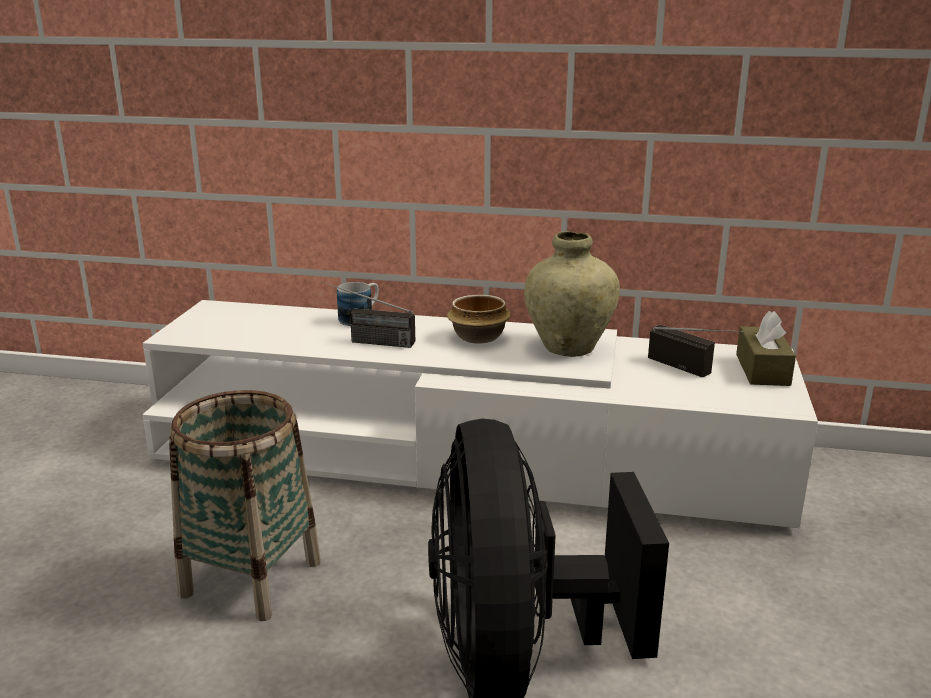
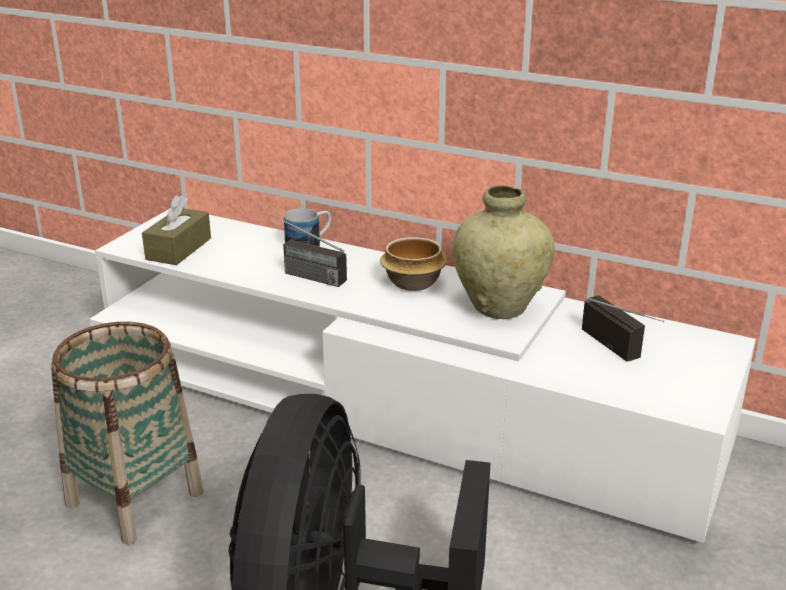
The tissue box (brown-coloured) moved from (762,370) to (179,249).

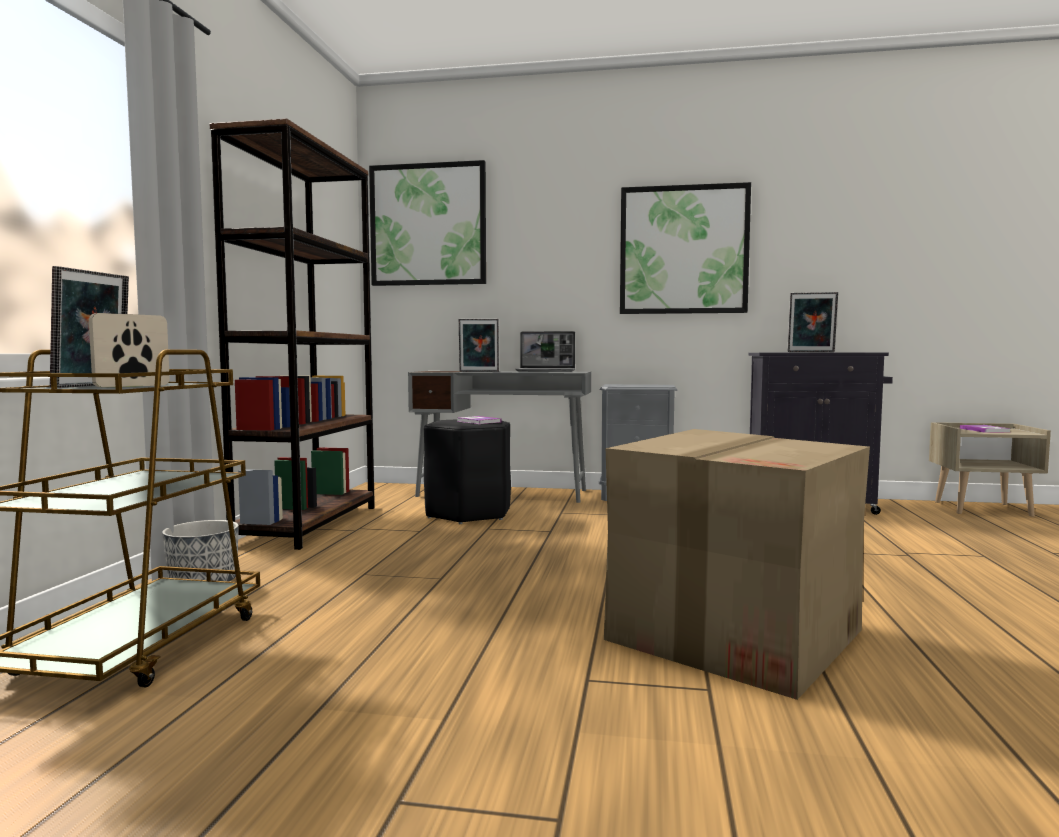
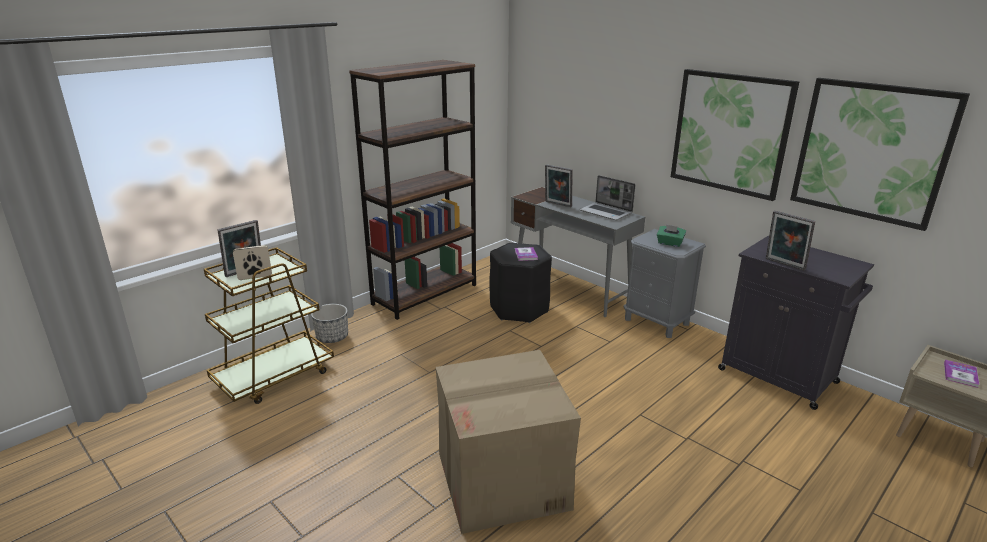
The tissue box (greenish) at (669,243) appeared.
The picture moved from (428,225) to (871,151).

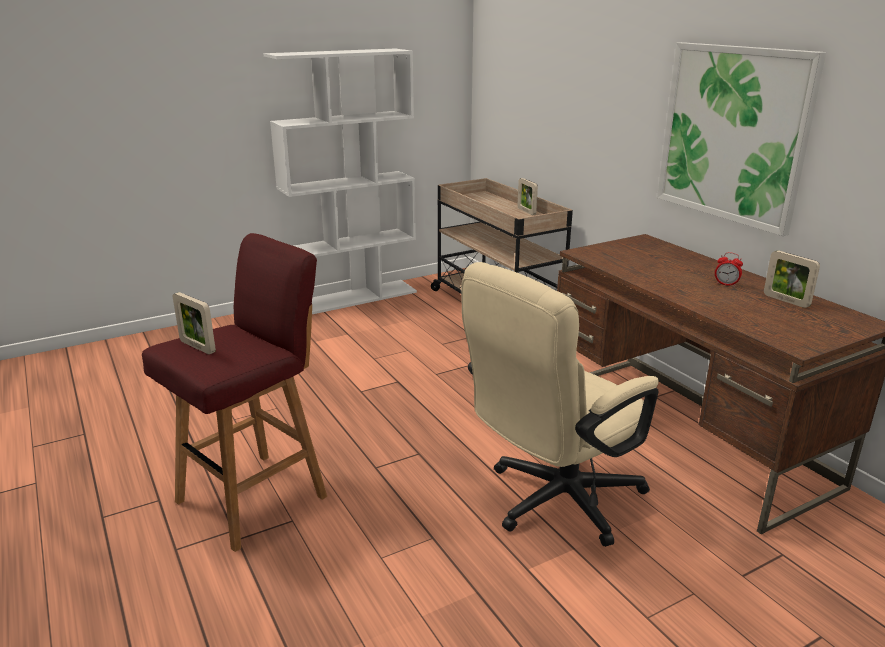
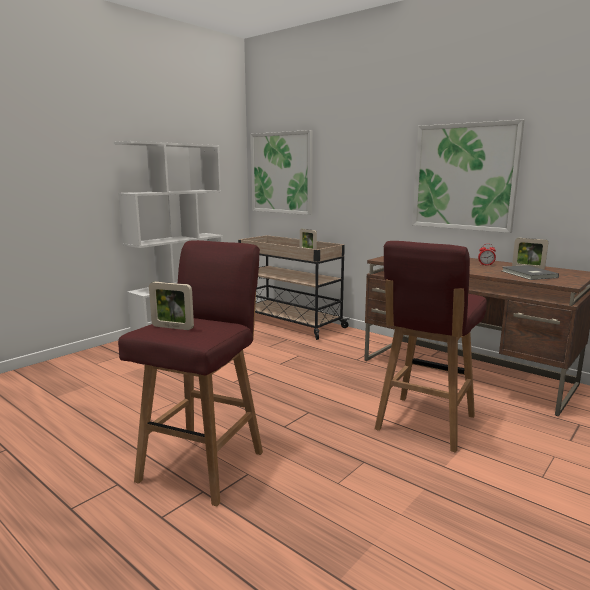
The picture at (281,173) appeared.
The office chair (sand-coloured) at (553,502) was replaced by the stool seat (reddish) at (424,423).
The volume (gray) at (528,274) appeared.

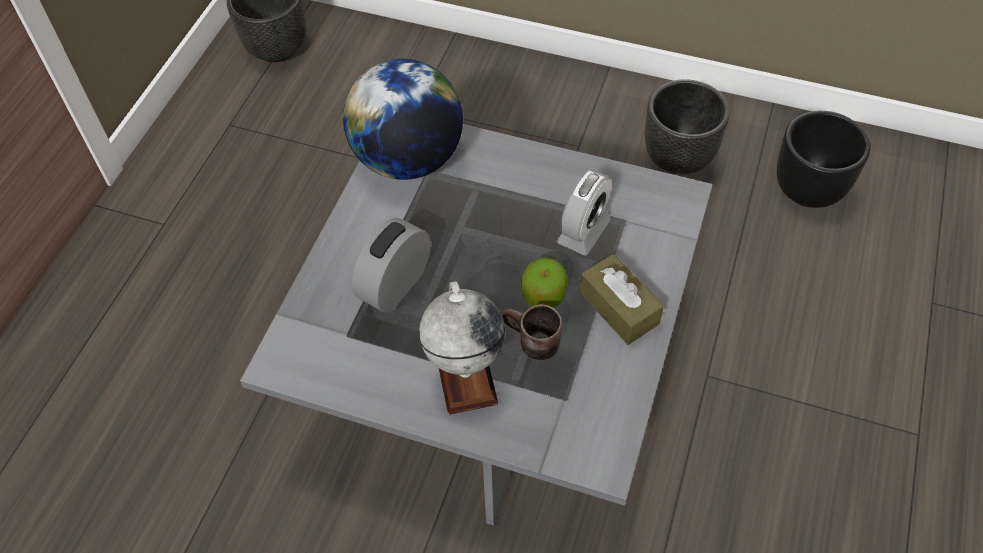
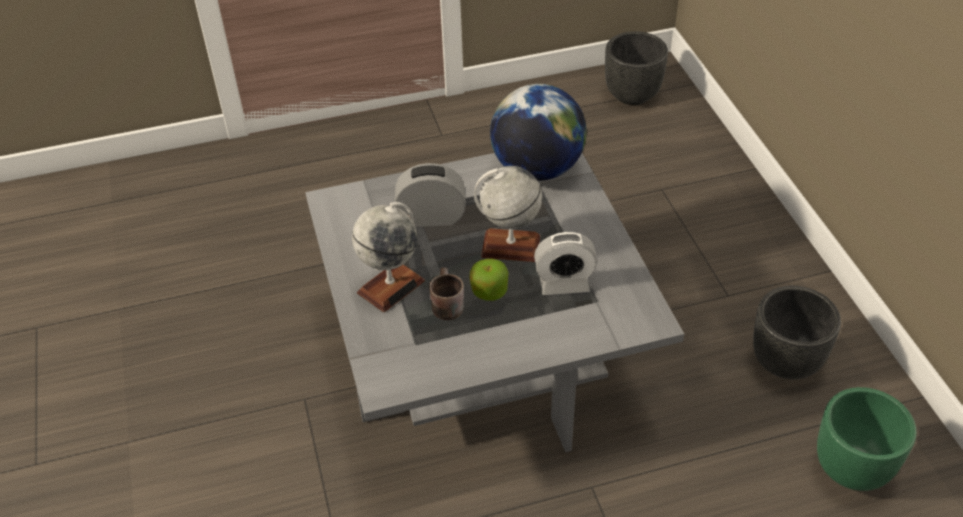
The desk globe at (510,246) appeared.
The plant pot (black) at (809,190) became the plant pot (greenish) at (852,469).
The tissue box (brown-coloured) at (619,308) disappeared.

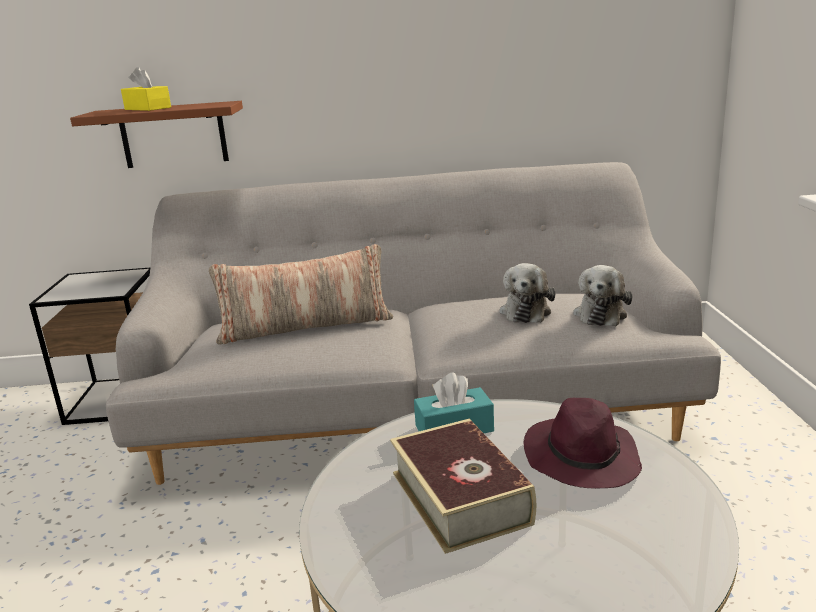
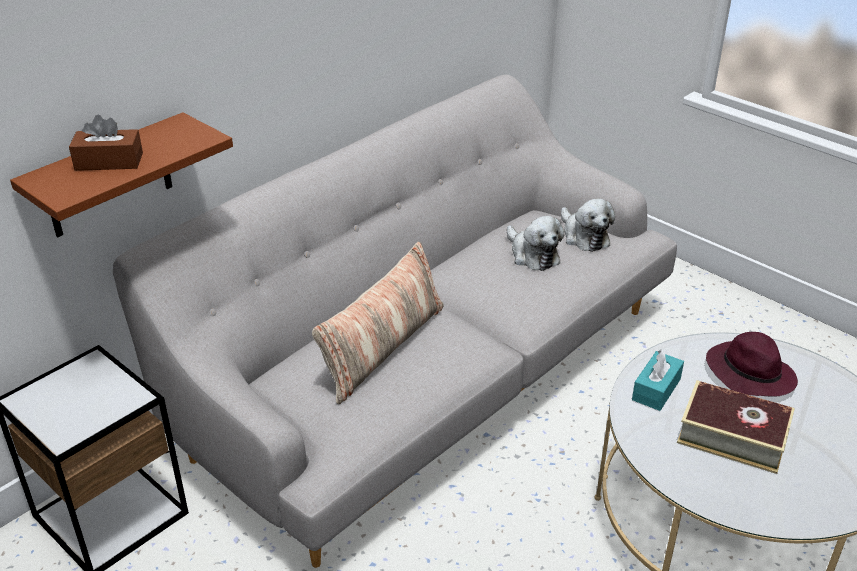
The tissue box (yellow-coloured) at (147,108) became the tissue box (brown-coloured) at (109,161).

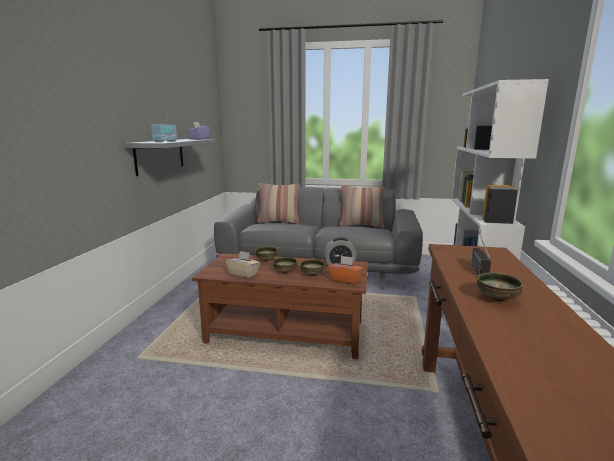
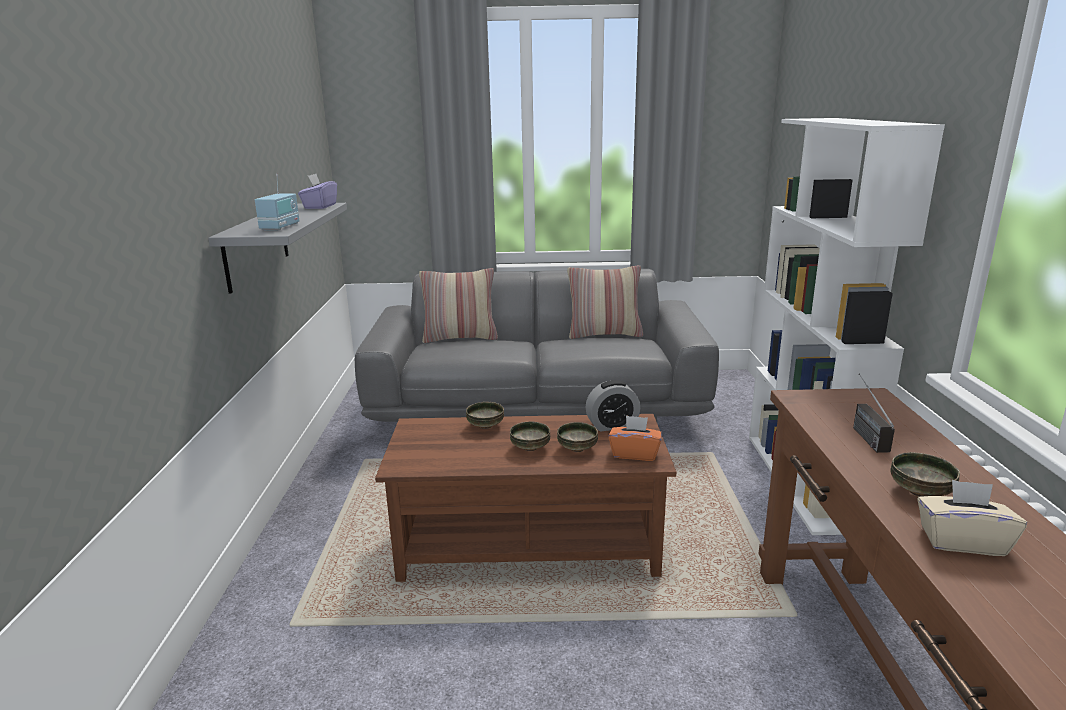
The tissue box (sand-coloured) moved from (243,274) to (961,541).

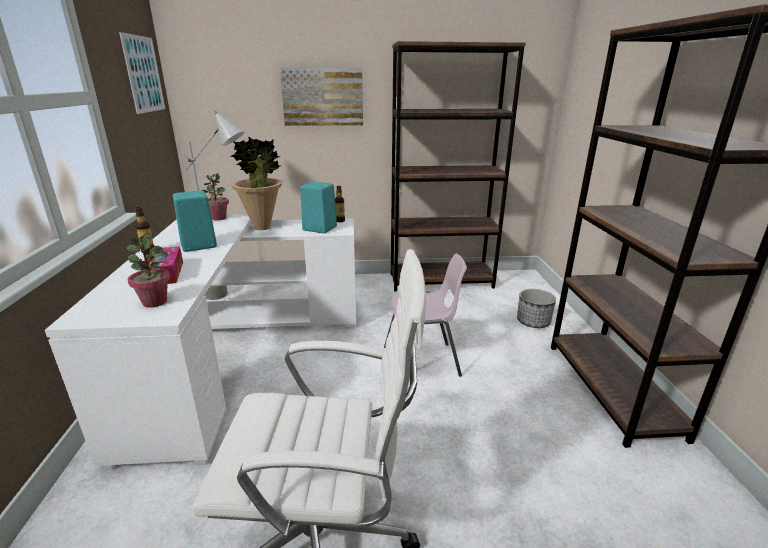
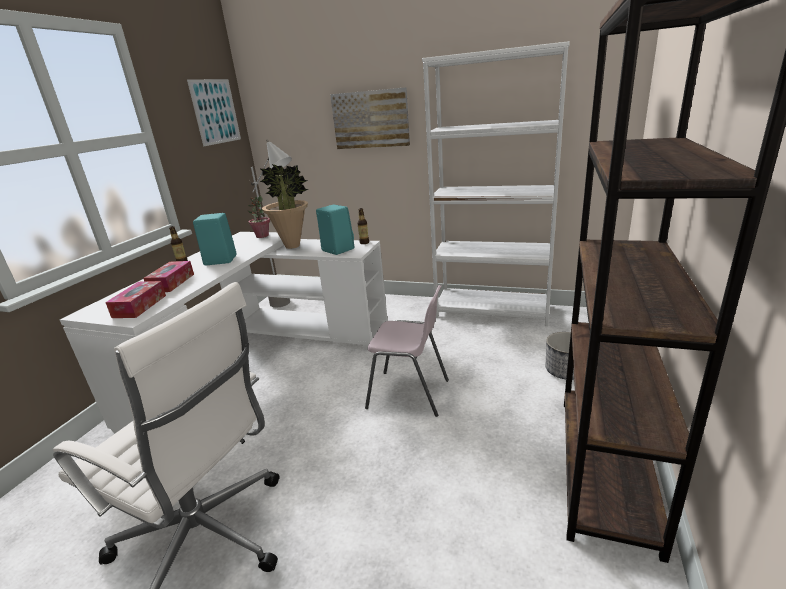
The potted plant at (155,302) was replaced by the tissue box at (140,306).
The bookcase (brown-coloured) at (441,280) became the bookcase (white-coloured) at (492,311).

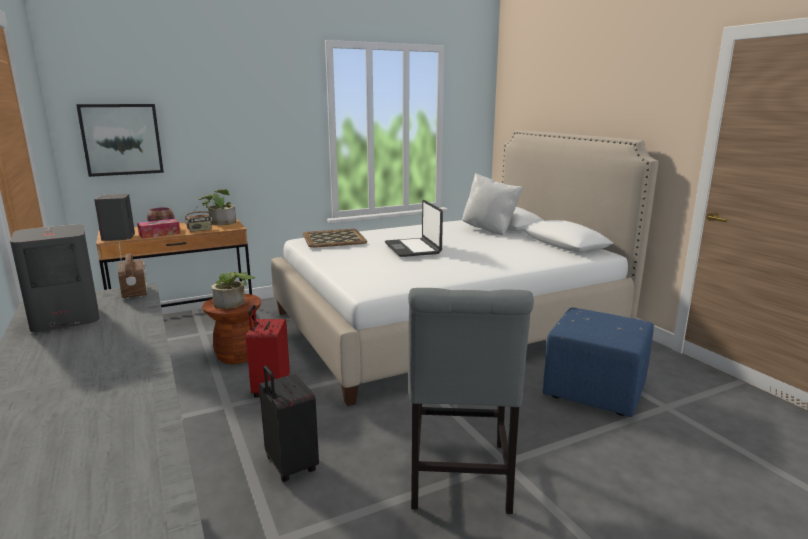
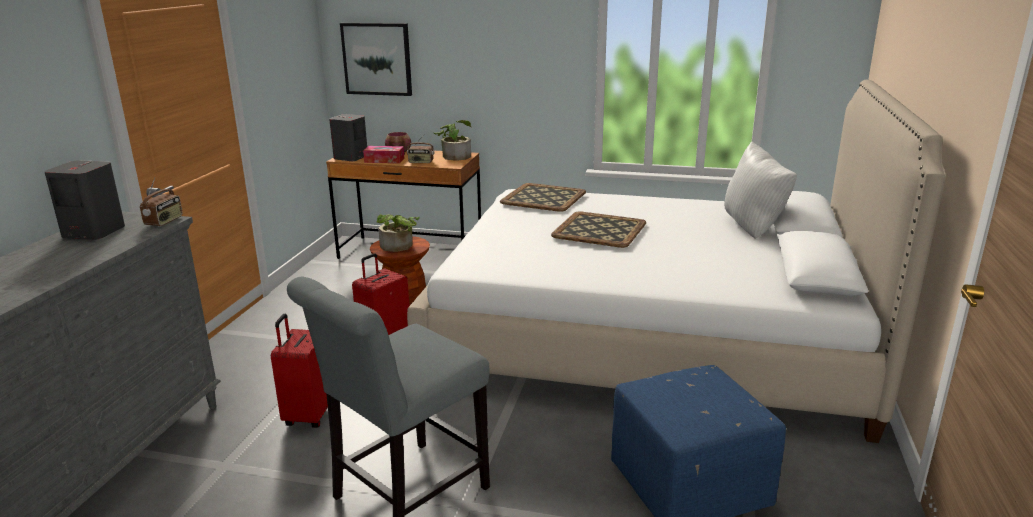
The suitcase (black) at (290,465) became the suitcase (reddish) at (308,415).
The notebook computer at (413,248) was replaced by the tray at (600,230).

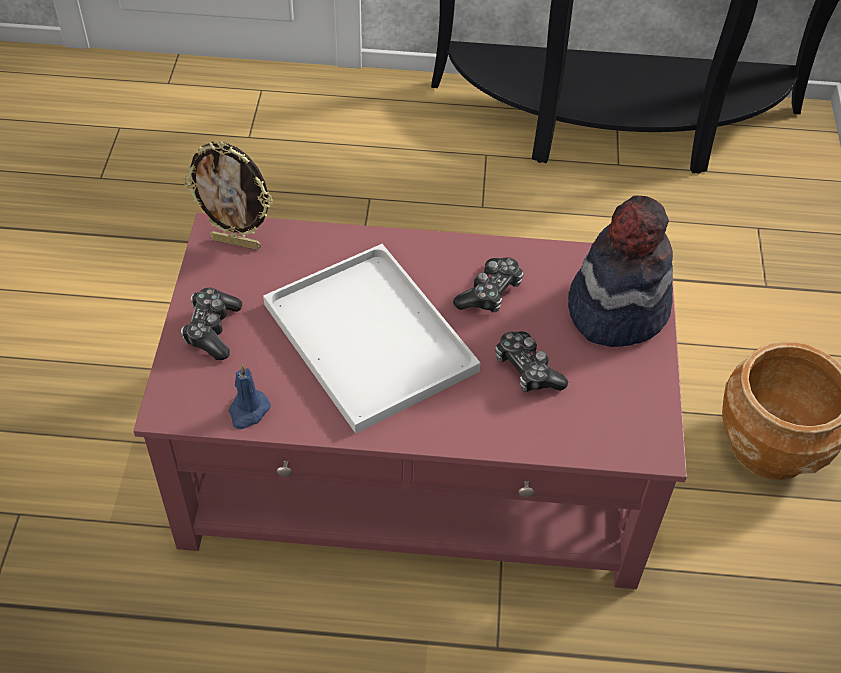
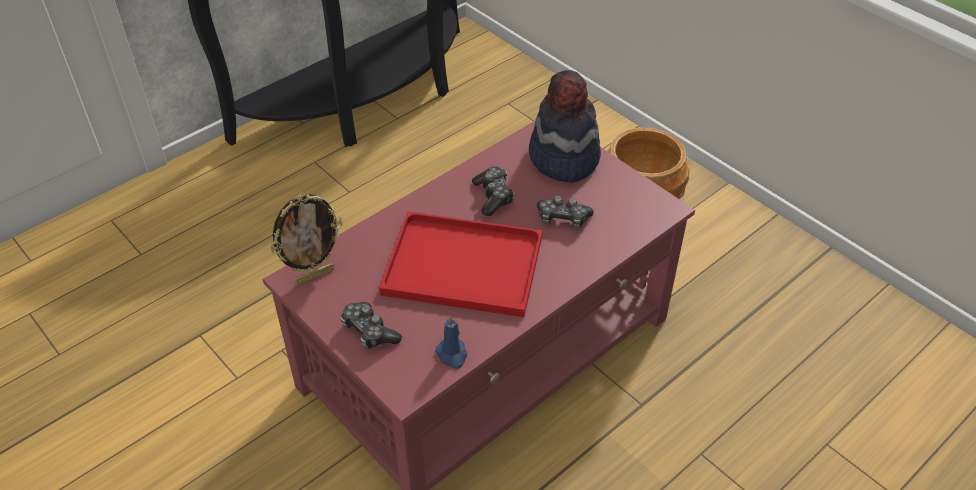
The tray (white-coloured) at (365,335) became the tray (reddish) at (459,266).

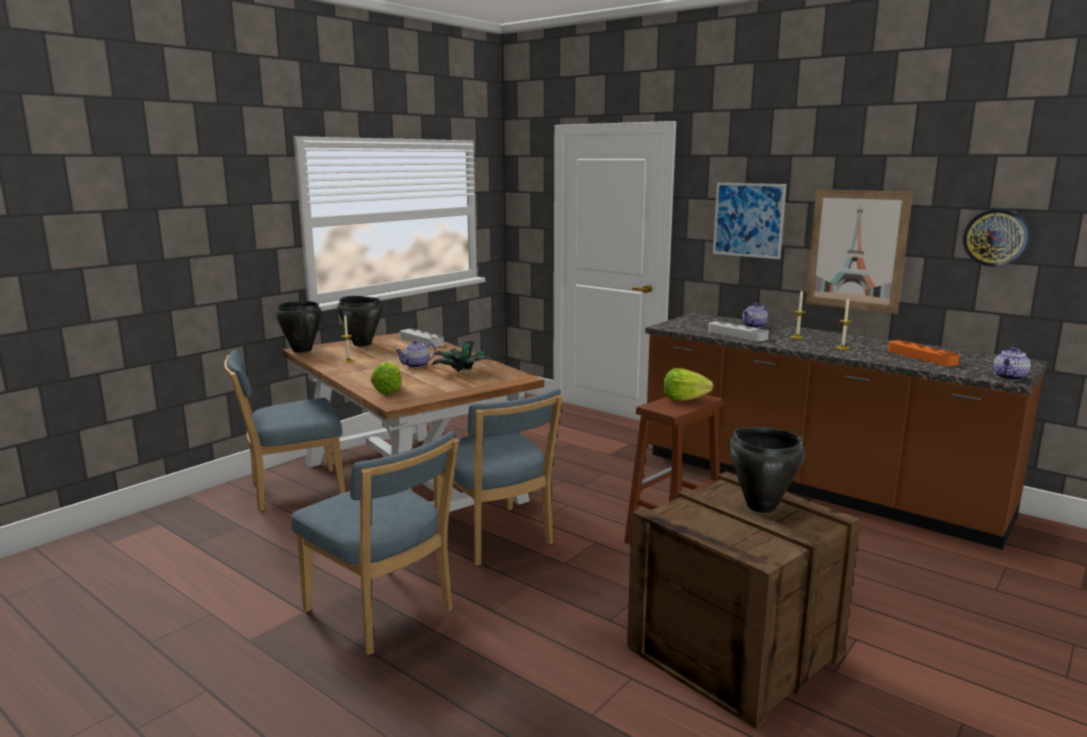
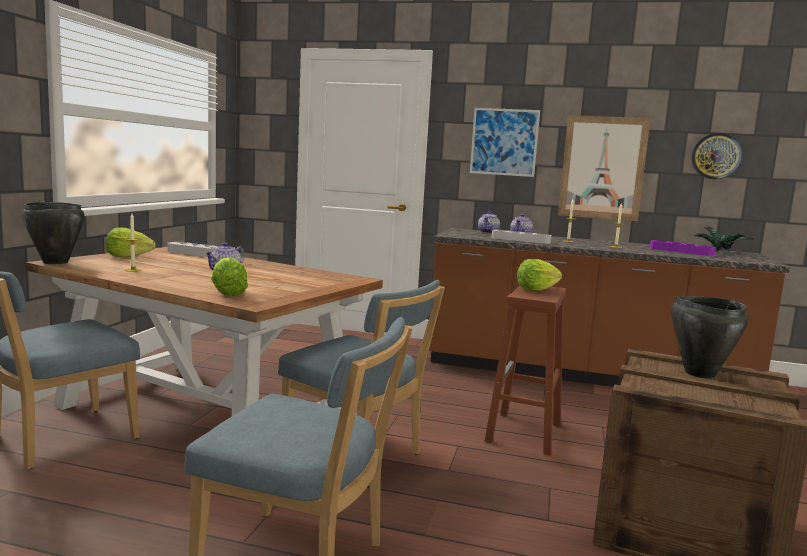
The saucepot (black) at (362,344) was replaced by the lettuce head at (128,256).
The teapot moved from (1010,377) to (488,232).
The tray (orangey) at (921,357) became the tray (purplish) at (681,251).
The potted plant moved from (464,372) to (721,251).

